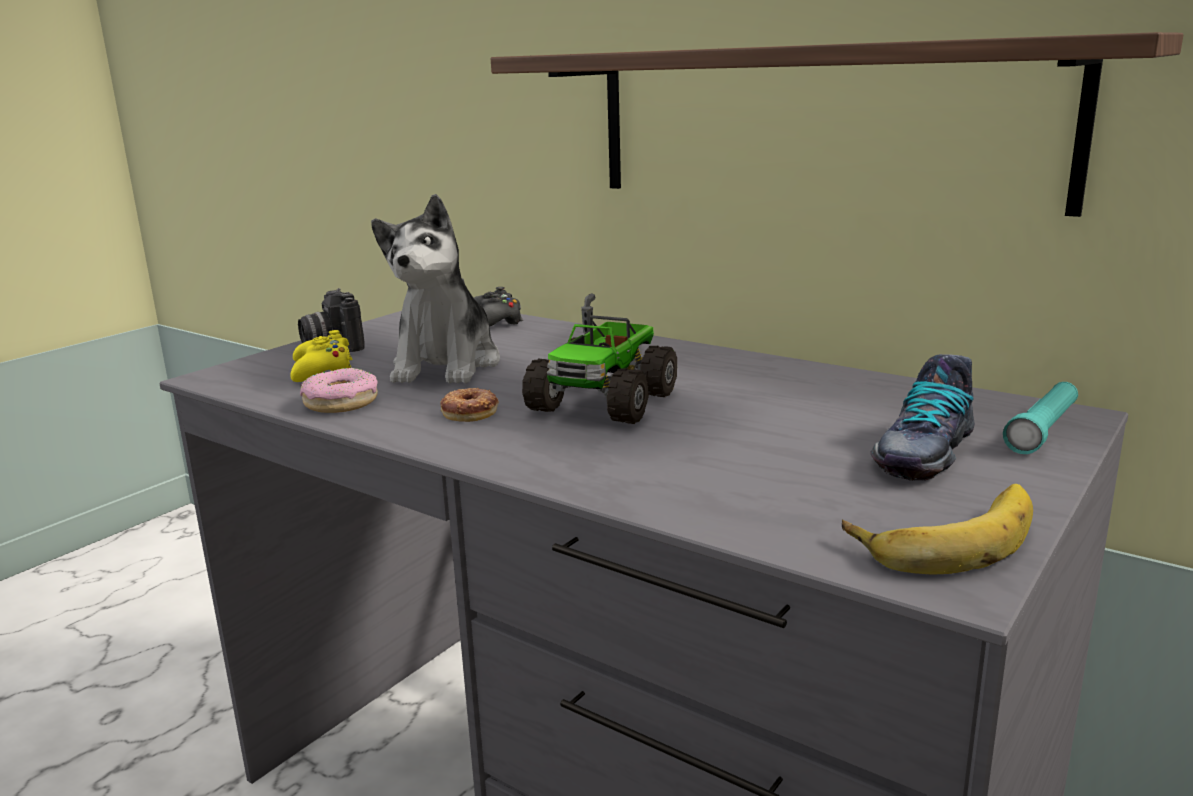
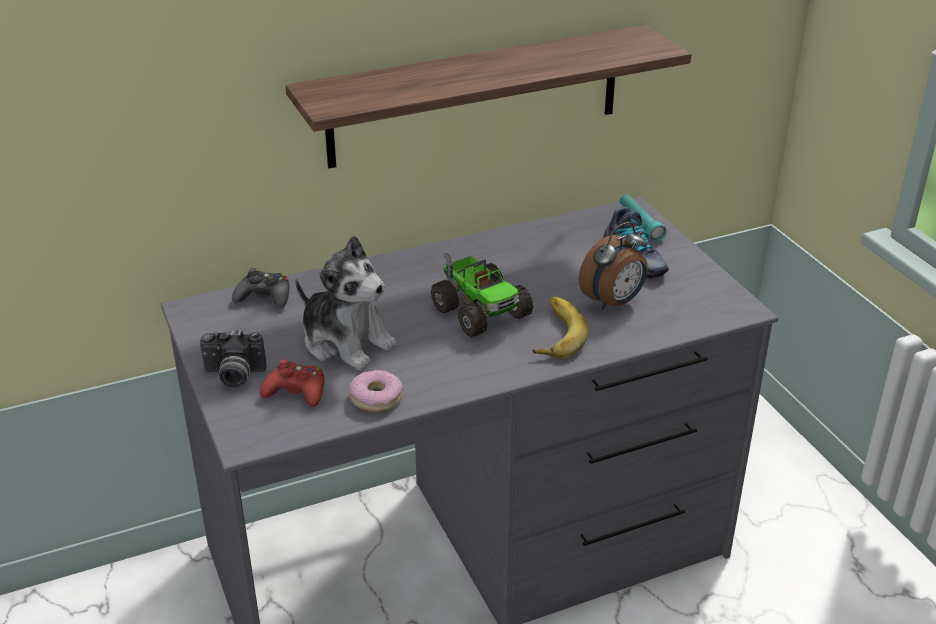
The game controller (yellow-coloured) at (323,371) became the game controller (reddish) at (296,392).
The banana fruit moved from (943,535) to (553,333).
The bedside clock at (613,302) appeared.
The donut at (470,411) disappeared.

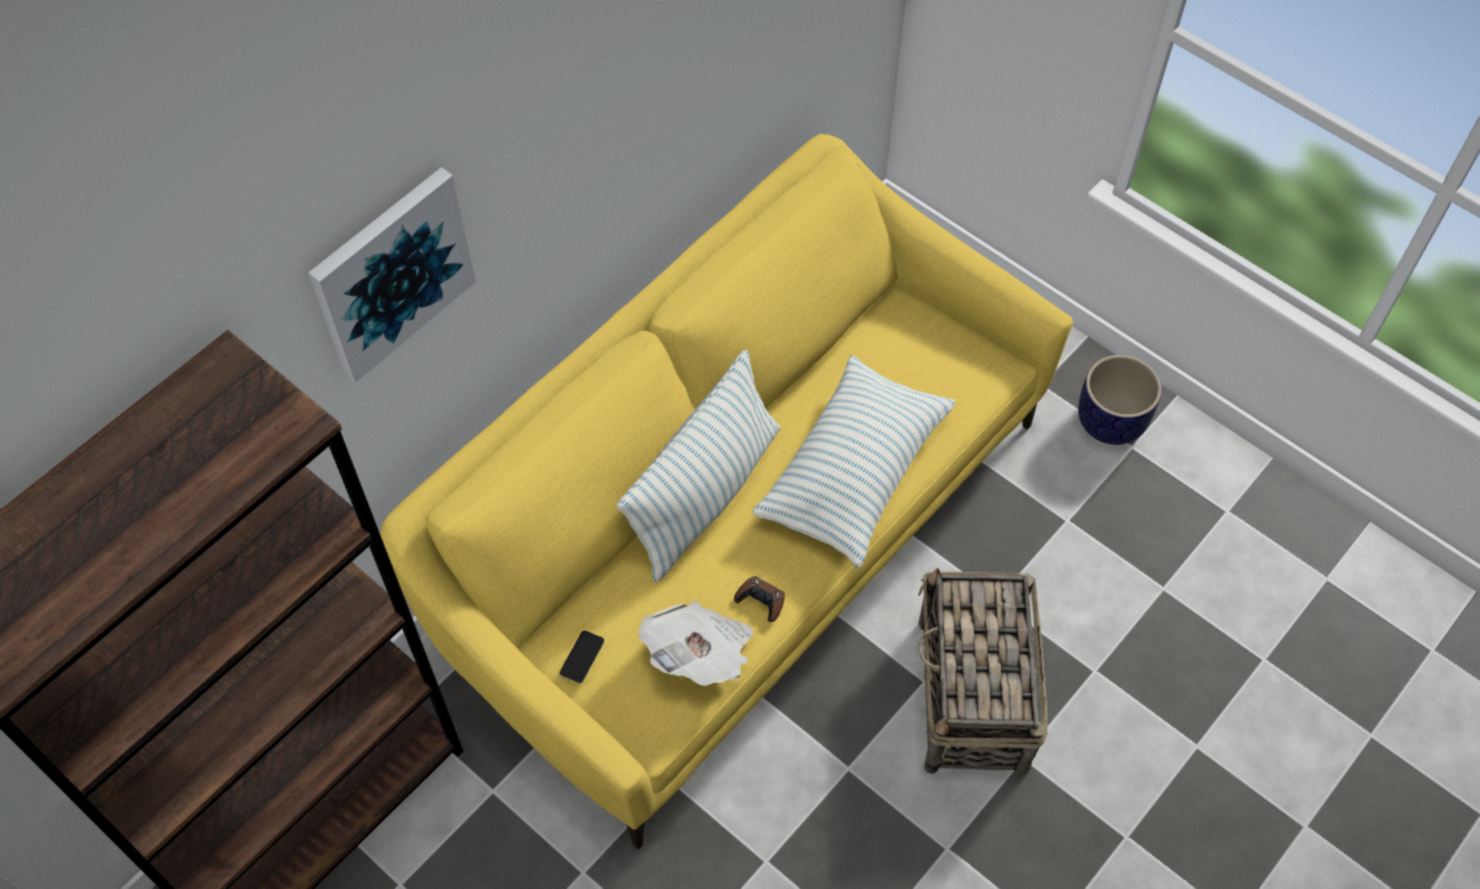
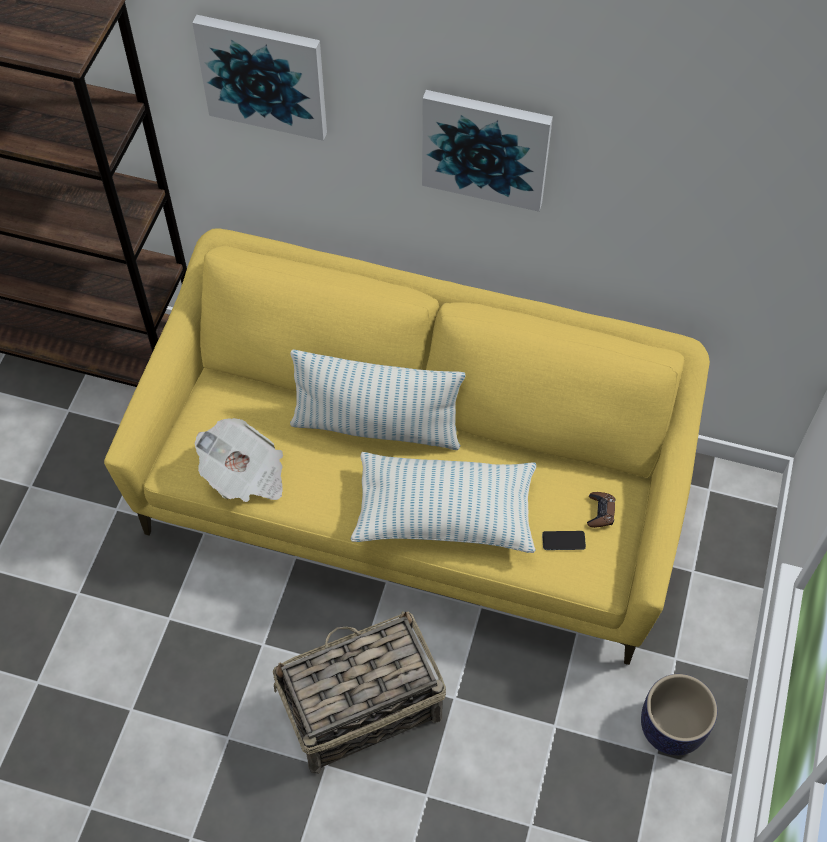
The picture at (485,148) appeared.
The phone moved from (582,657) to (563,540).
The game controller (brown-coloured) moved from (761,601) to (600,512).

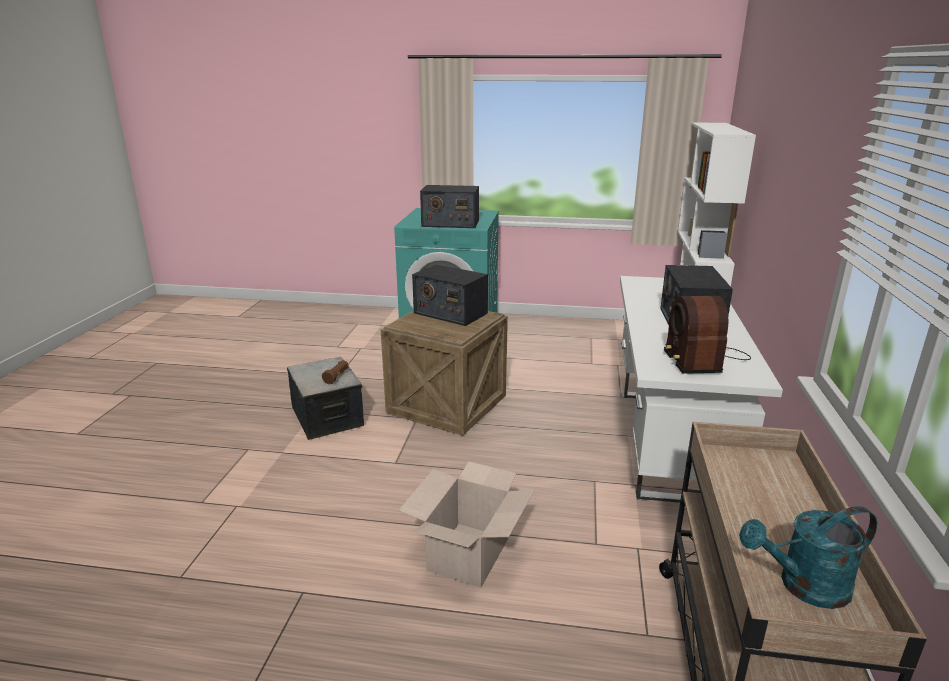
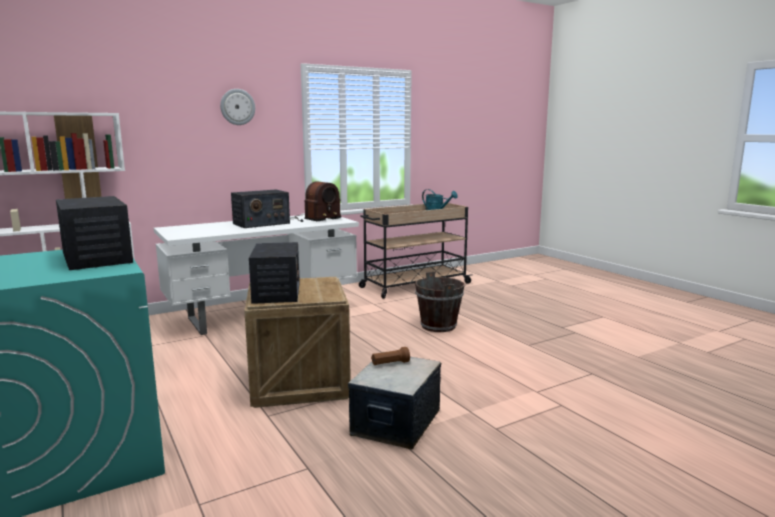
The wall clock at (237,107) appeared.
The packing box at (469,555) was replaced by the water bucket (brown-coloured) at (439,326).

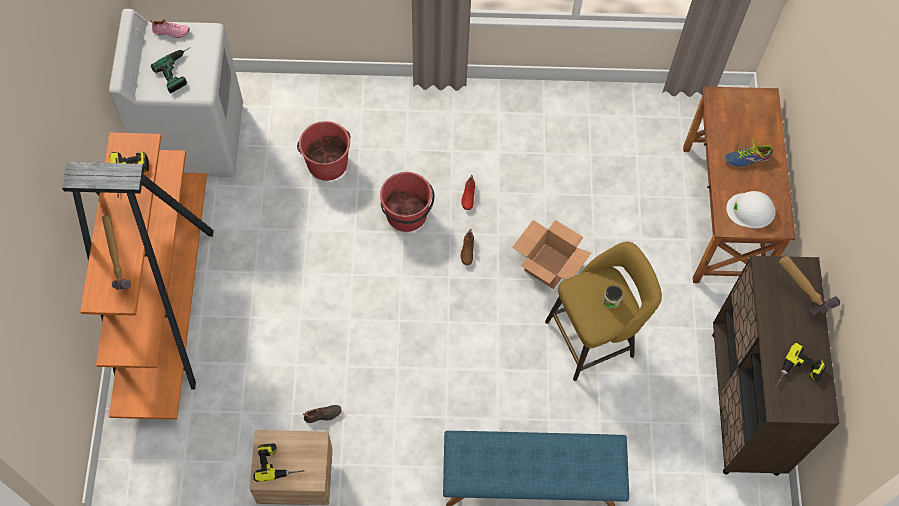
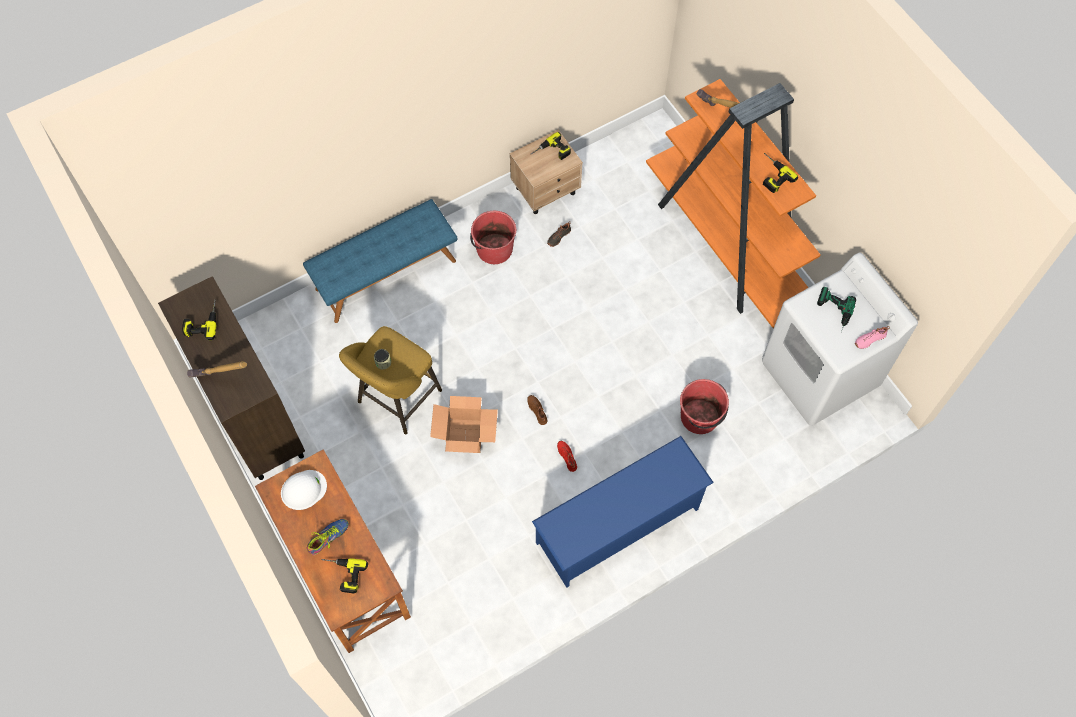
The electric drill at (342,575) appeared.
The water bucket (reddish) moved from (407,215) to (494,249).
The shoe rack (blue-coloured) at (618,526) appeared.

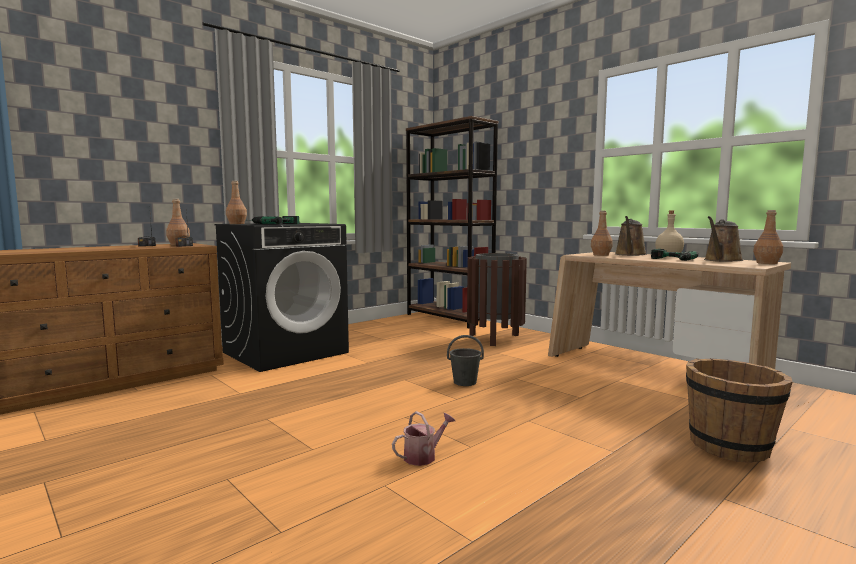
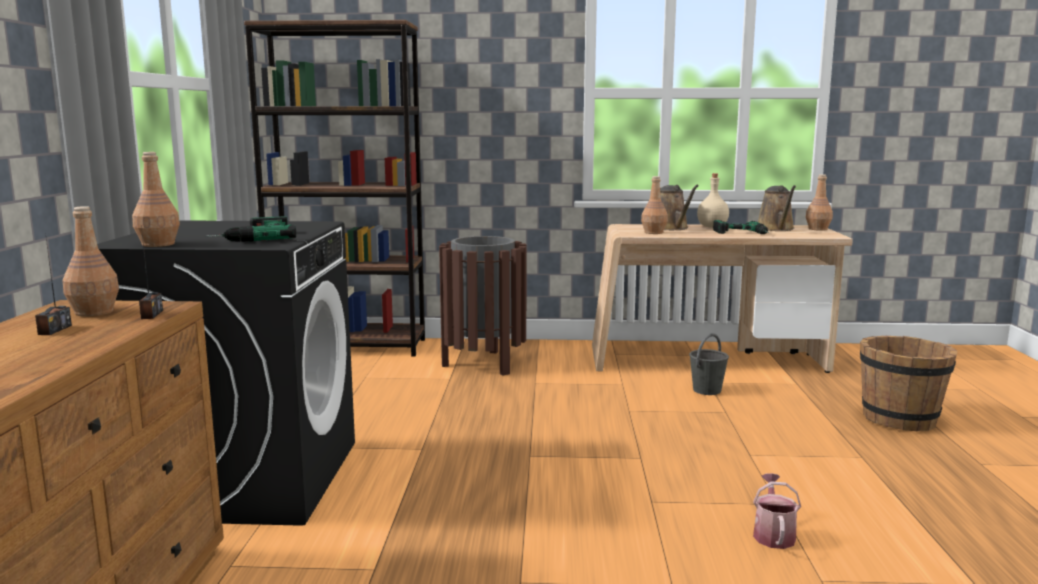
The water bucket (gray) moved from (465,382) to (707,390).

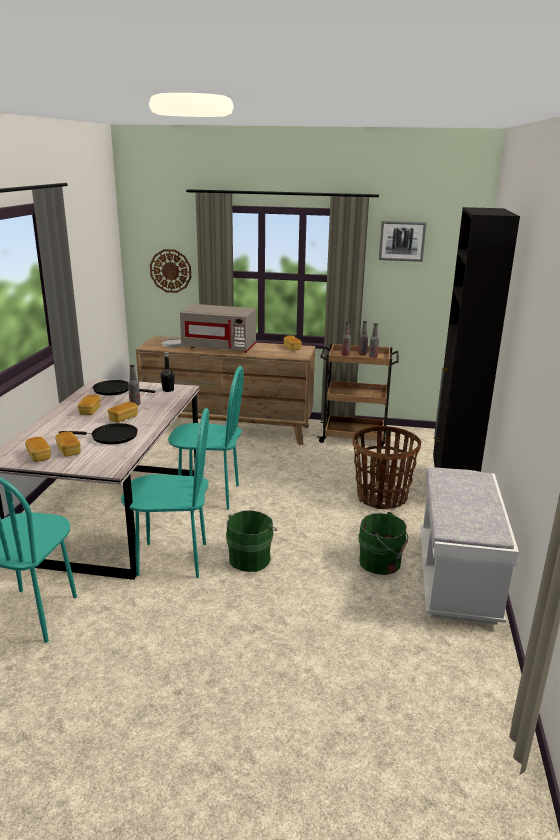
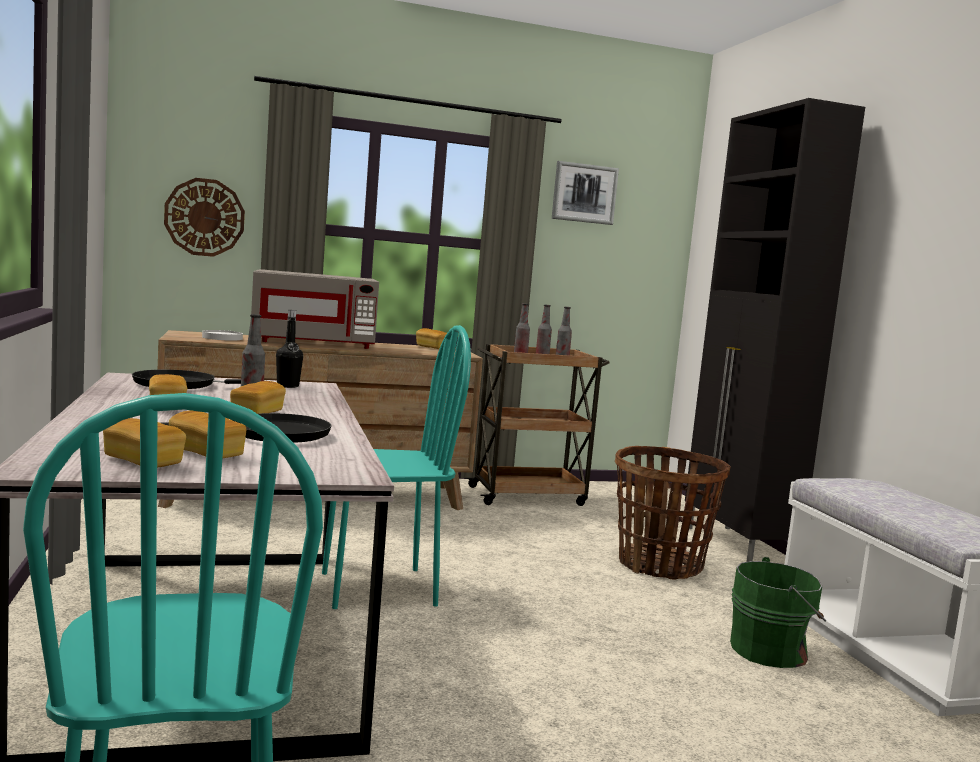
The upright chair (blue-green) at (172,559) disappeared.
The water bucket (greenish) at (251,558) disappeared.

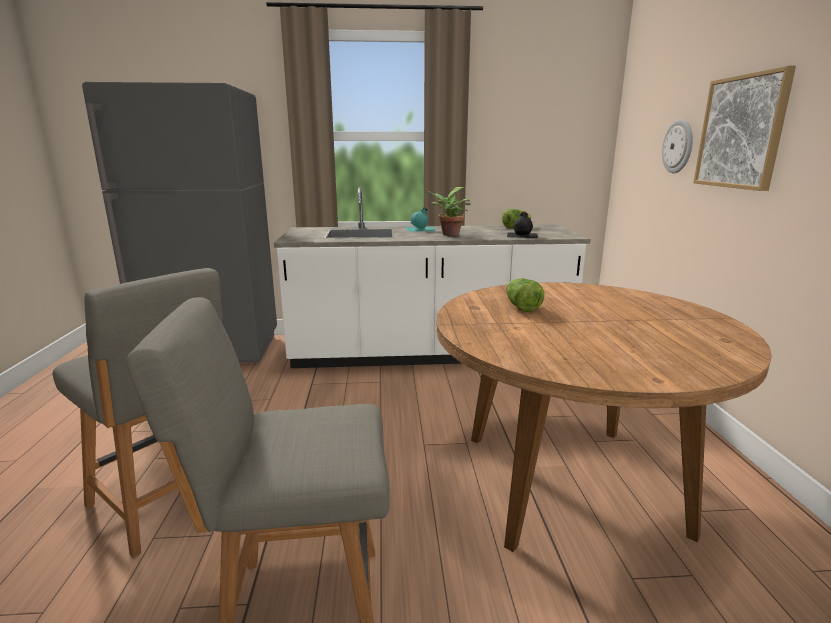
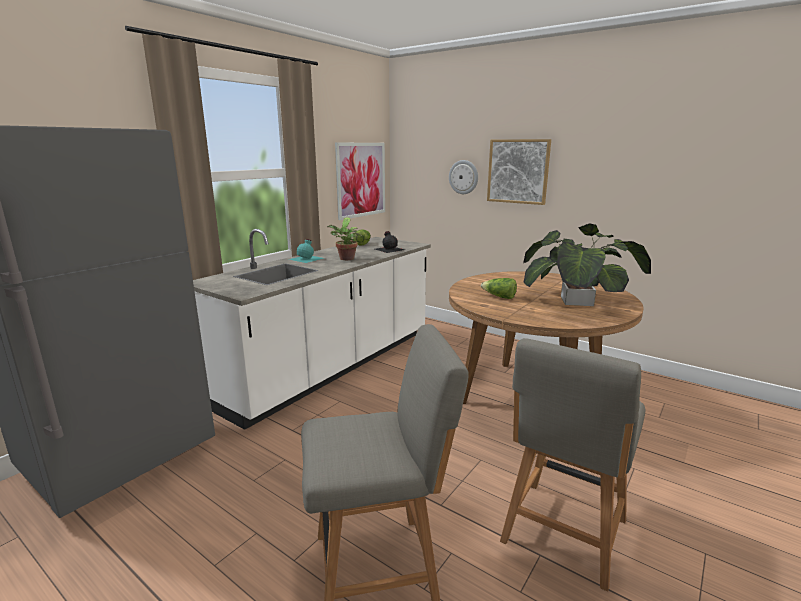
The picture at (361,180) appeared.
The potted plant at (576,301) appeared.

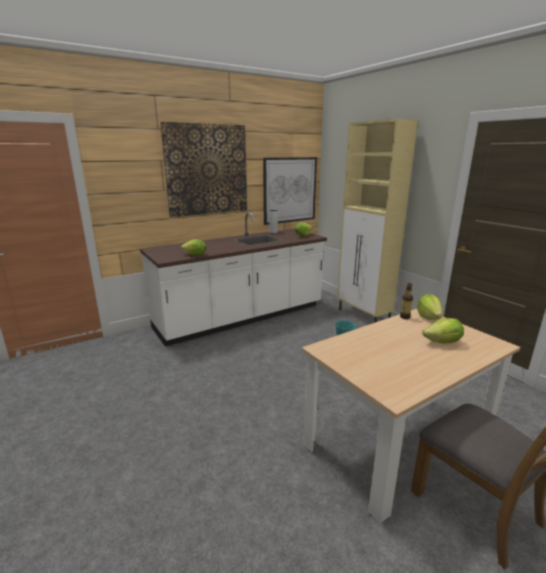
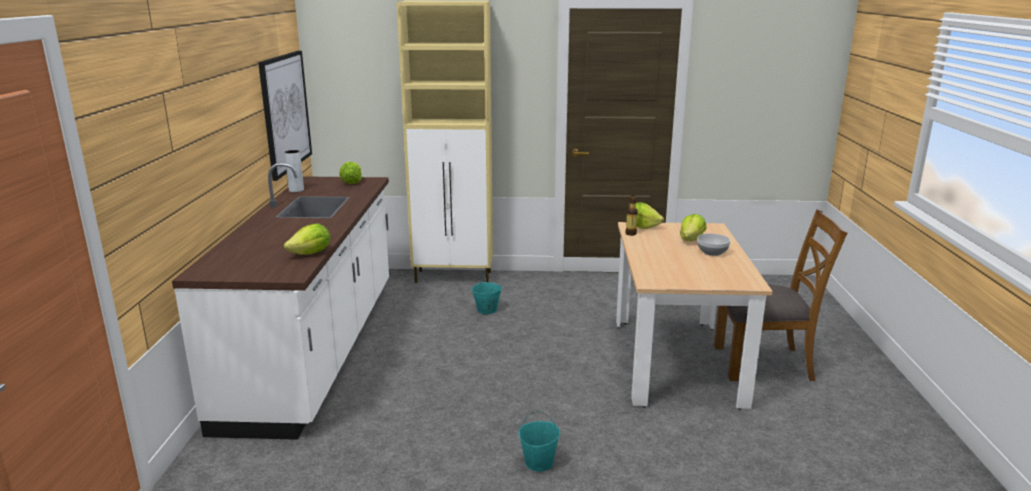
The water bucket (blue-green) at (539,462) appeared.
The serving bowl at (712,252) appeared.
The picture at (207,170) disappeared.

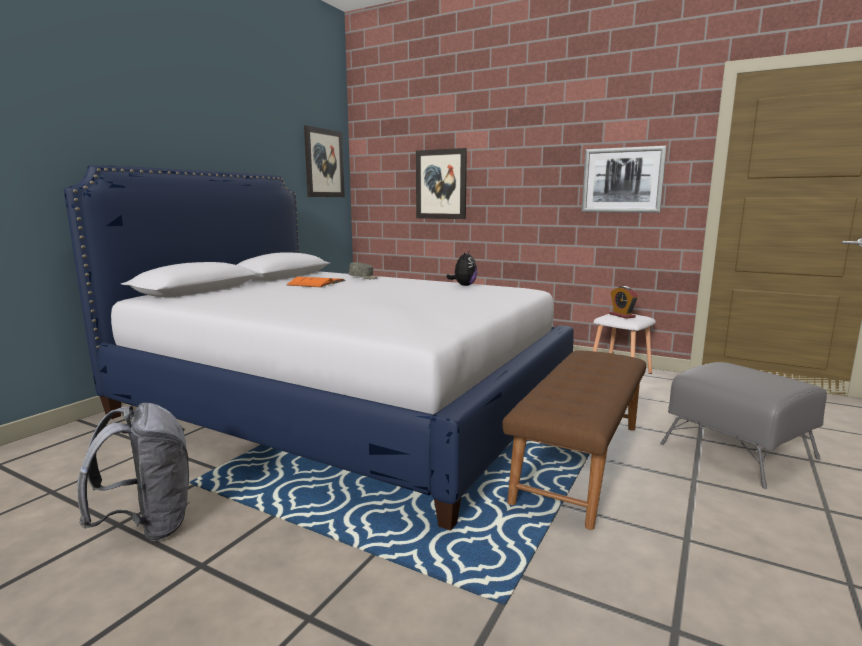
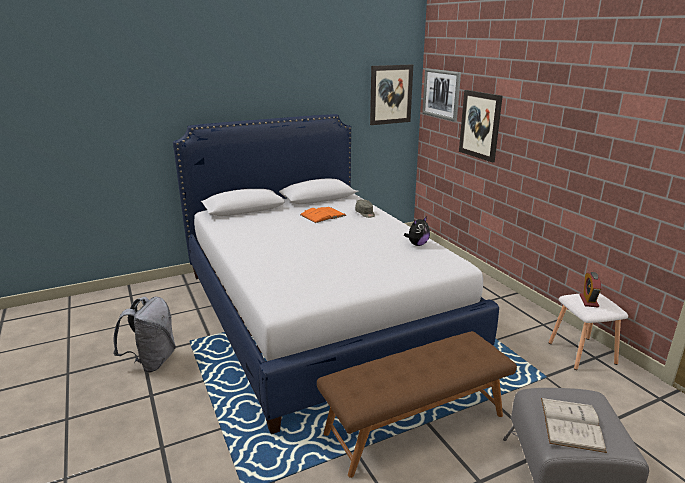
The picture moved from (622,180) to (441,94).
The volume (white-coloured) at (571,424) appeared.

